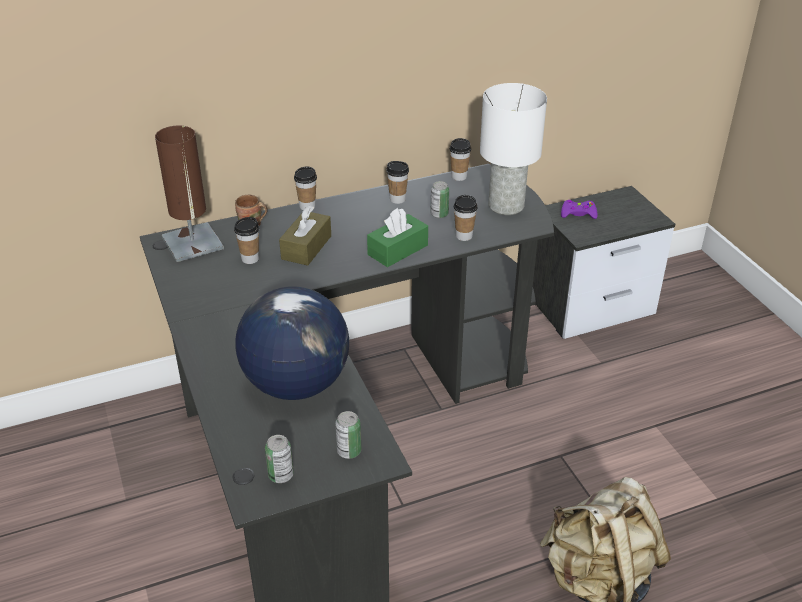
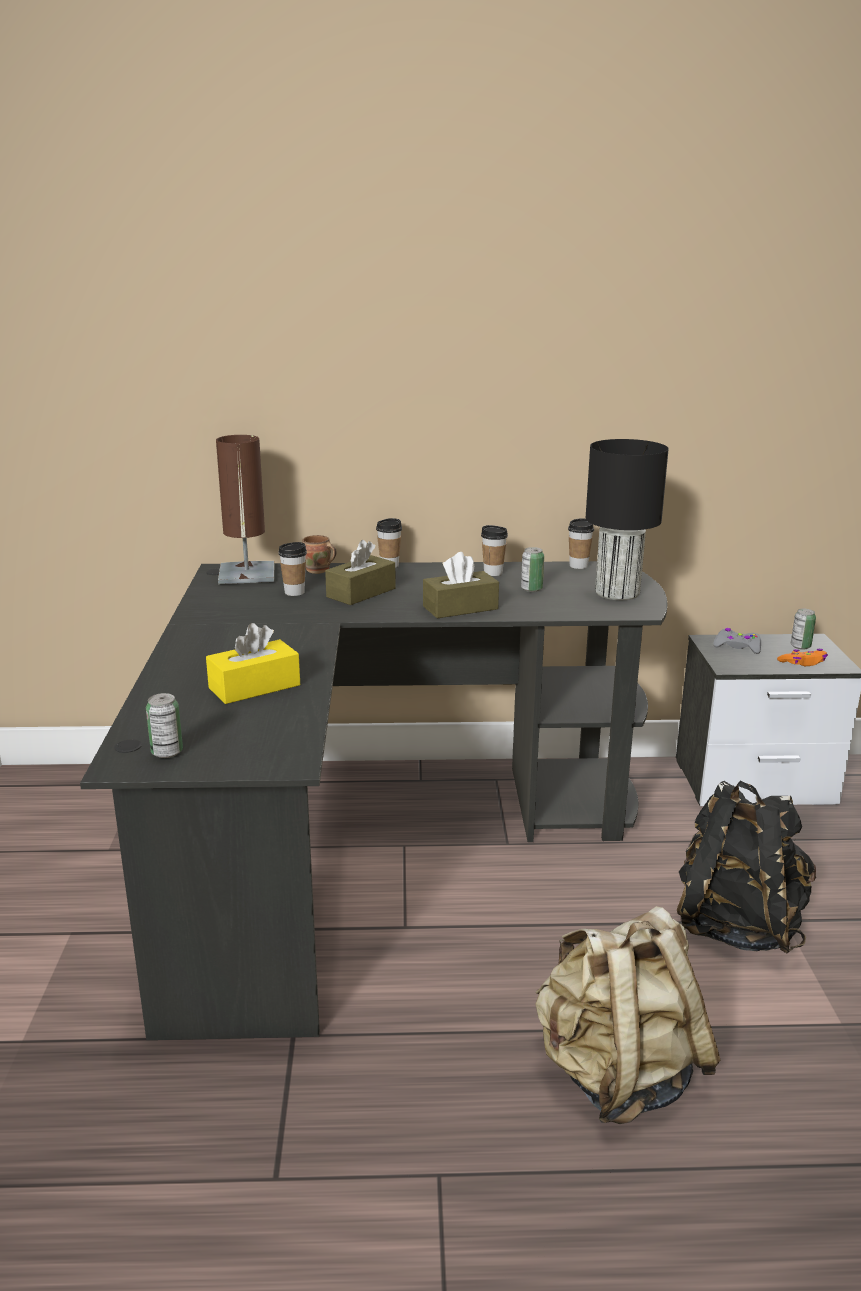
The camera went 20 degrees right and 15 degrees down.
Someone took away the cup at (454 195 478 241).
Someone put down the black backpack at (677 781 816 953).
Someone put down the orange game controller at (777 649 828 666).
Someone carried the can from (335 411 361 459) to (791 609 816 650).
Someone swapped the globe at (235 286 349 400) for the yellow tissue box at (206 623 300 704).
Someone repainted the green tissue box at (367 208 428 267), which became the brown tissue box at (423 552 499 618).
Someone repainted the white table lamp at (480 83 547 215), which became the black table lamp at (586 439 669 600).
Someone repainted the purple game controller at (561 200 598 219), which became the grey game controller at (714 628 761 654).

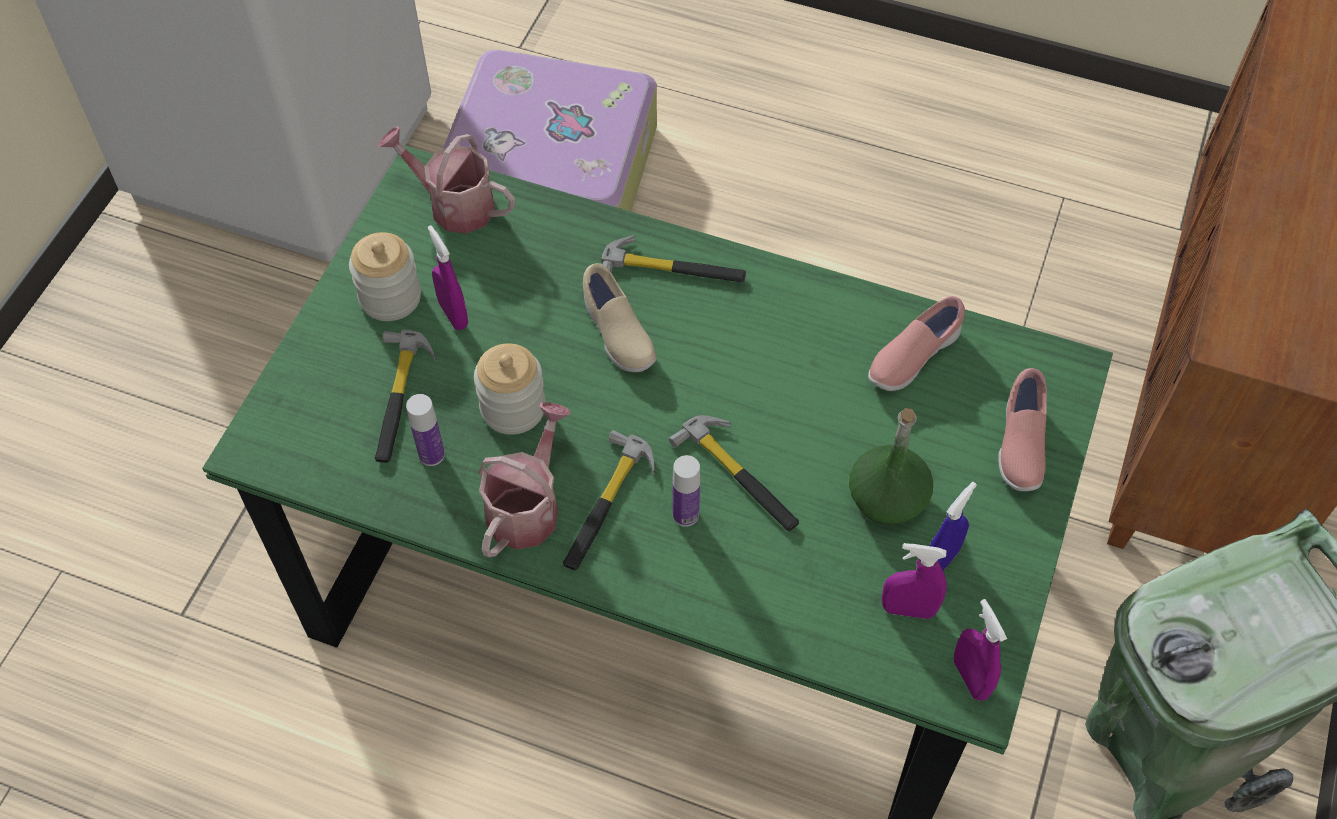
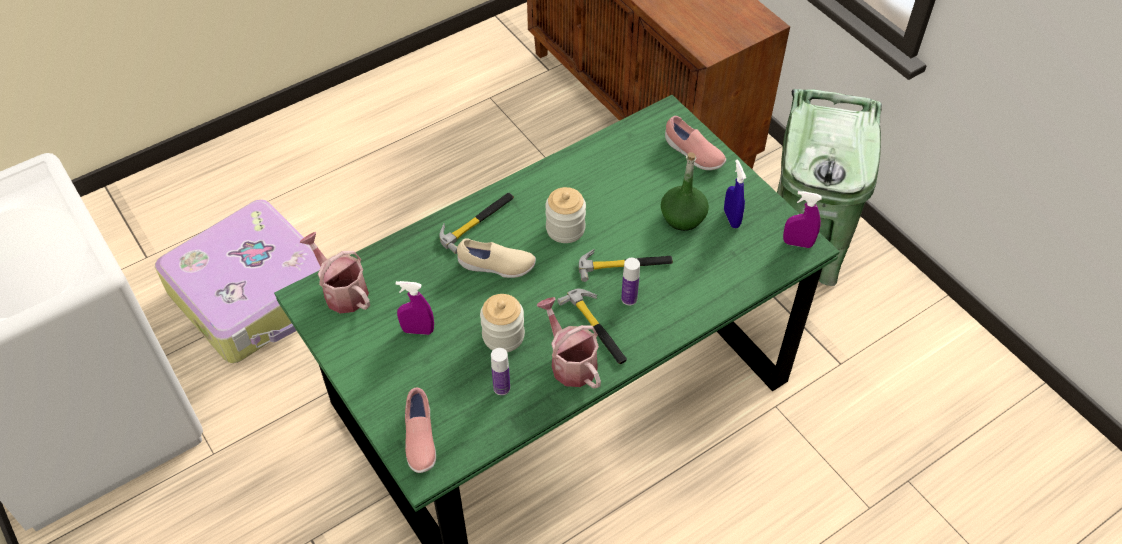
The camera went 55 degrees left and 5 degrees down.
Someone took away the hammer at (374 329 436 463).
Someone took away the purple spray bottle at (882 543 947 619).
Someone carried the jar from (349 232 421 321) to (545 187 586 243).
Someone carried the pink shoe from (868 296 965 391) to (405 388 436 473).
Someone rotated the watering can at (378 127 515 233) by 75 degrees clockwise.

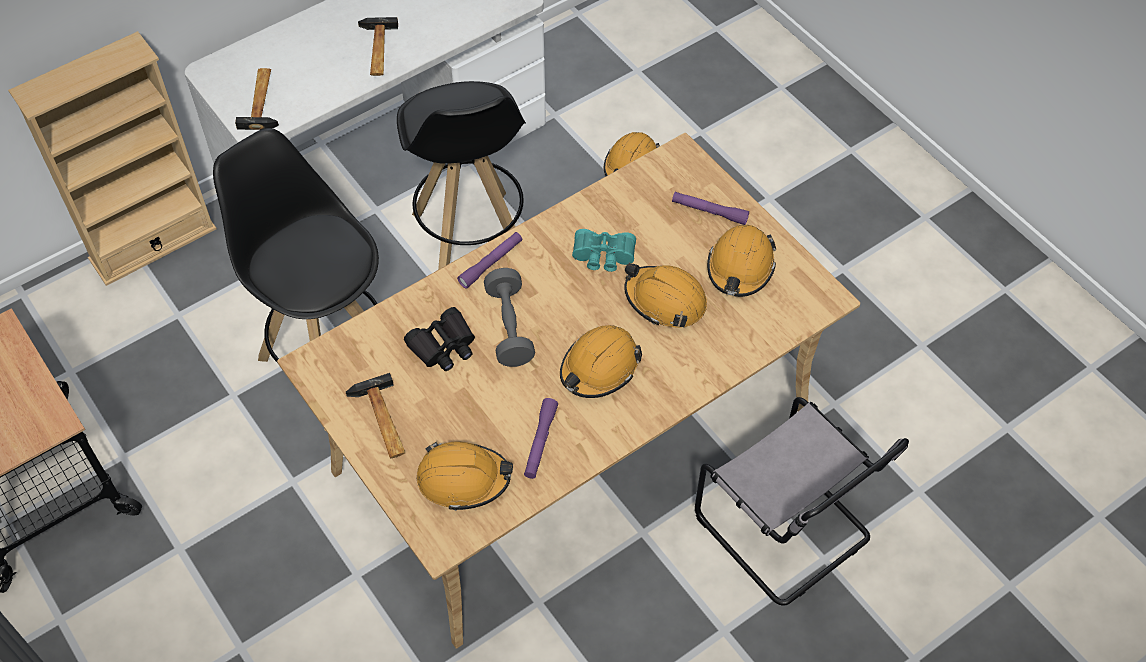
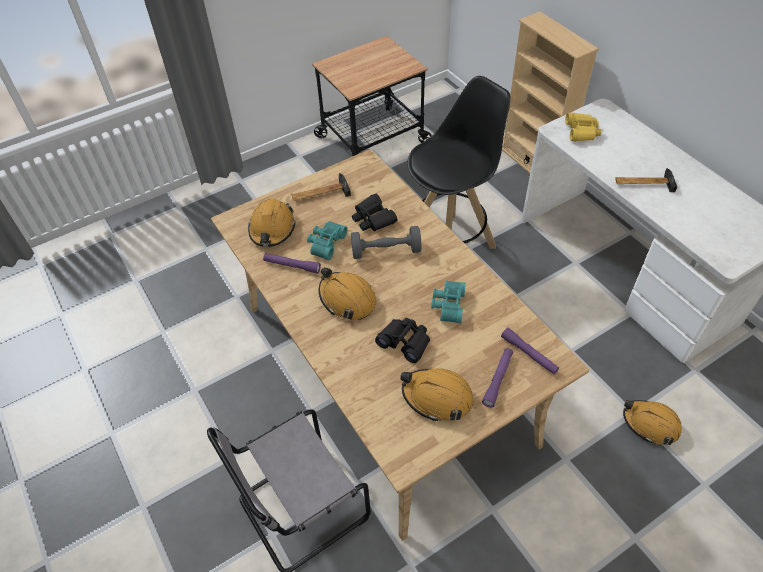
The camera went 95 degrees right and 5 degrees down.
Someone took away the black stool at (397 81 526 270).
Someone put down the turquoise binoculars at (307 221 348 260).
Someone carried the purple flashlight from (457 232 522 289) to (501 328 559 375).
Someone swapped the hammer at (235 68 279 130) for the yellow binoculars at (565 112 601 141).
Someone swapped the orange hard hat at (624 263 707 328) for the black binoculars at (375 318 430 363).

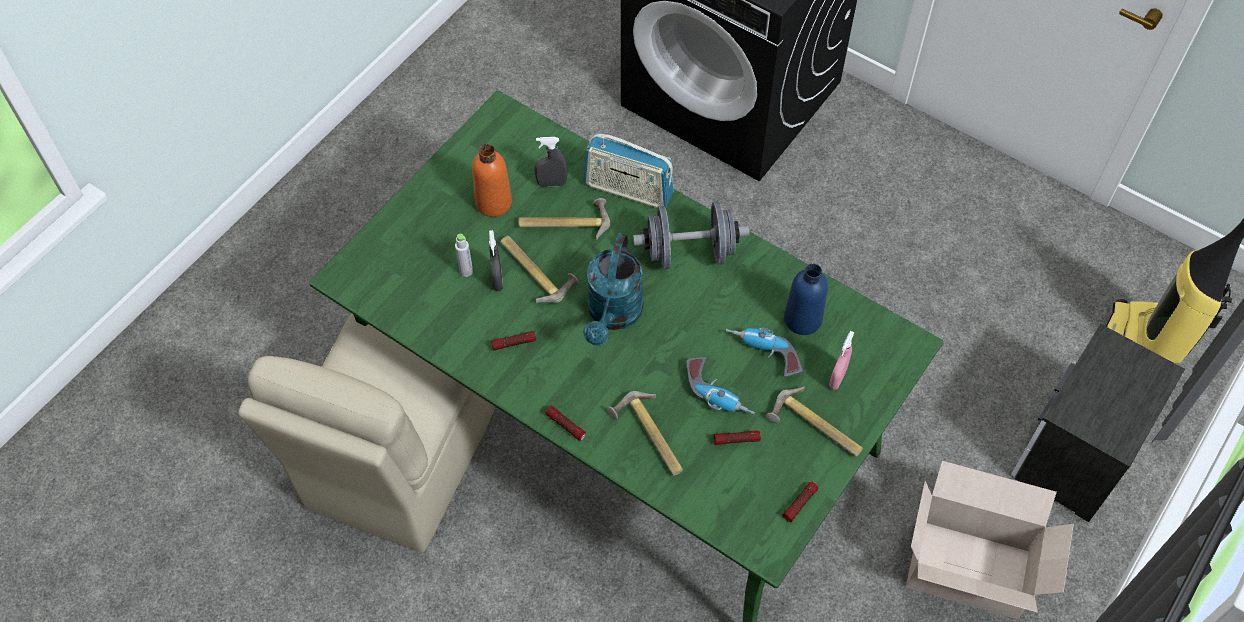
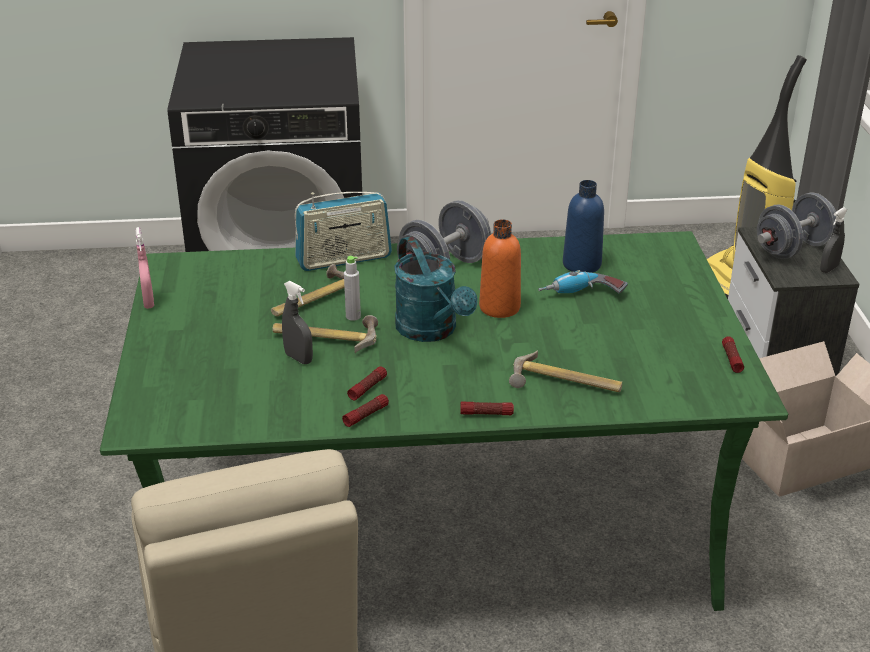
The camera went 40 degrees left and 25 degrees down.
Someone took away the power drill at (686 357 755 415).
Someone took away the hammer at (766 387 863 457).
Someone put down the grey dumbbell at (757 193 836 259).
Someone carried the grey bottle from (455 233 473 277) to (344 256 361 321).
Someone carried the orange bottle from (472 144 512 217) to (479 219 521 318).
Someone carried the grey spray bottle from (534 137 567 187) to (820 207 847 273).
Someone carried the flashlight from (714 430 761 445) to (342 394 389 427).
Someone carried the pink spray bottle from (829 331 854 390) to (136 227 154 309).

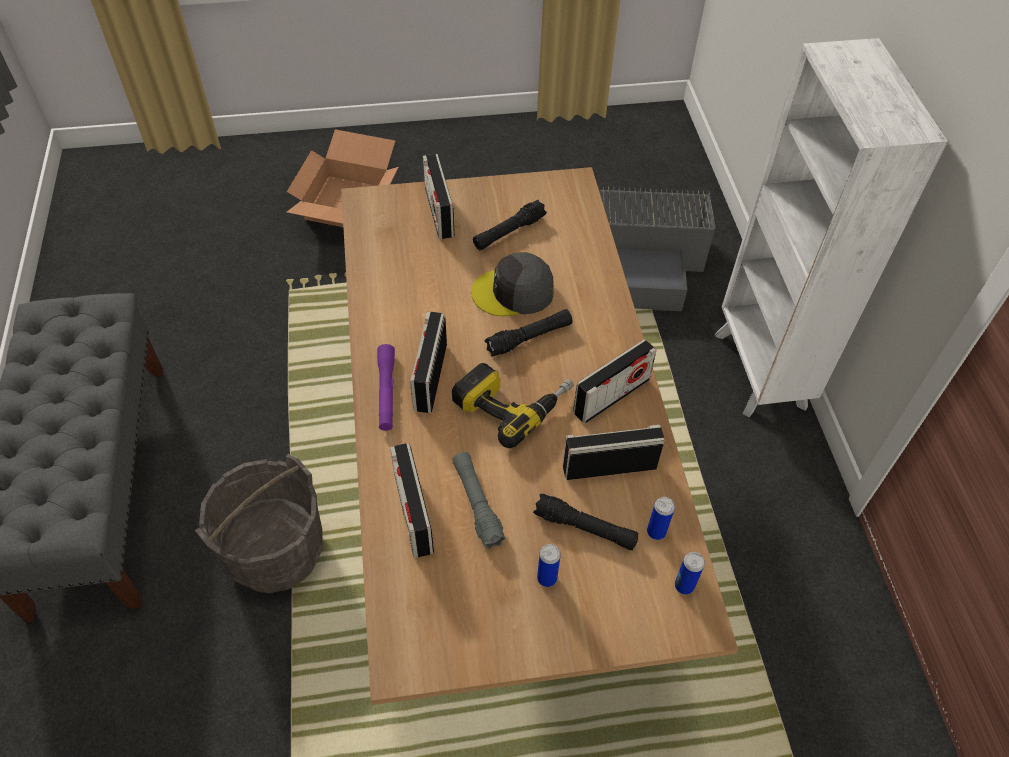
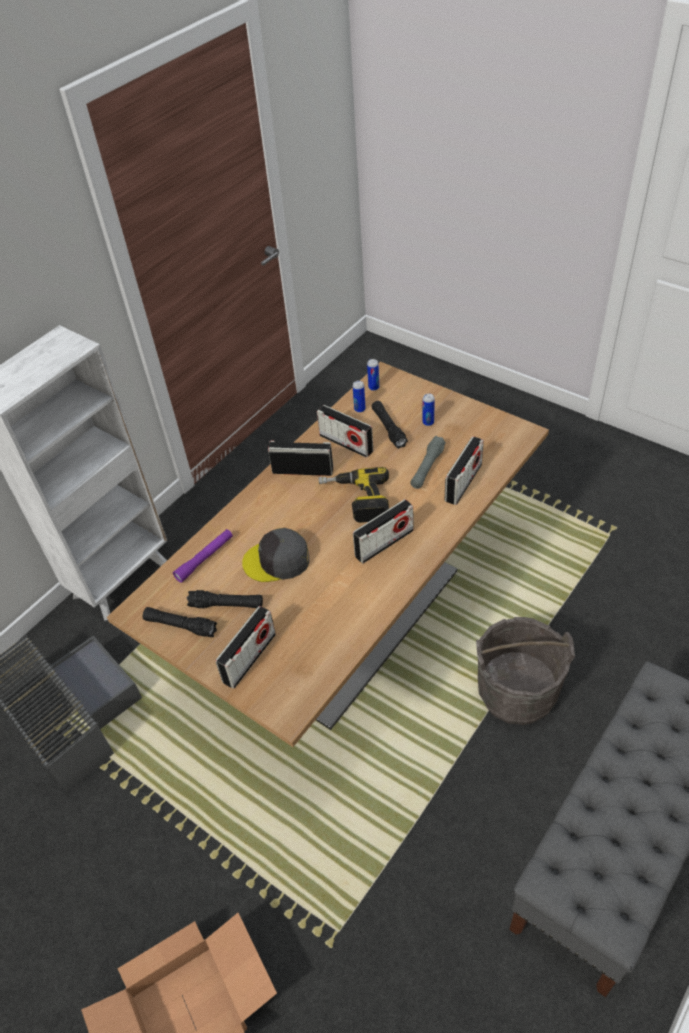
The camera went 130 degrees left and 5 degrees down.
Someone carried the purple flashlight from (377 344 395 431) to (173 529 233 583).
Someone carried the black flashlight from (485 309 573 357) to (143 607 217 637).
Someone rotated the grey cap at (471 252 554 316) by 135 degrees clockwise.

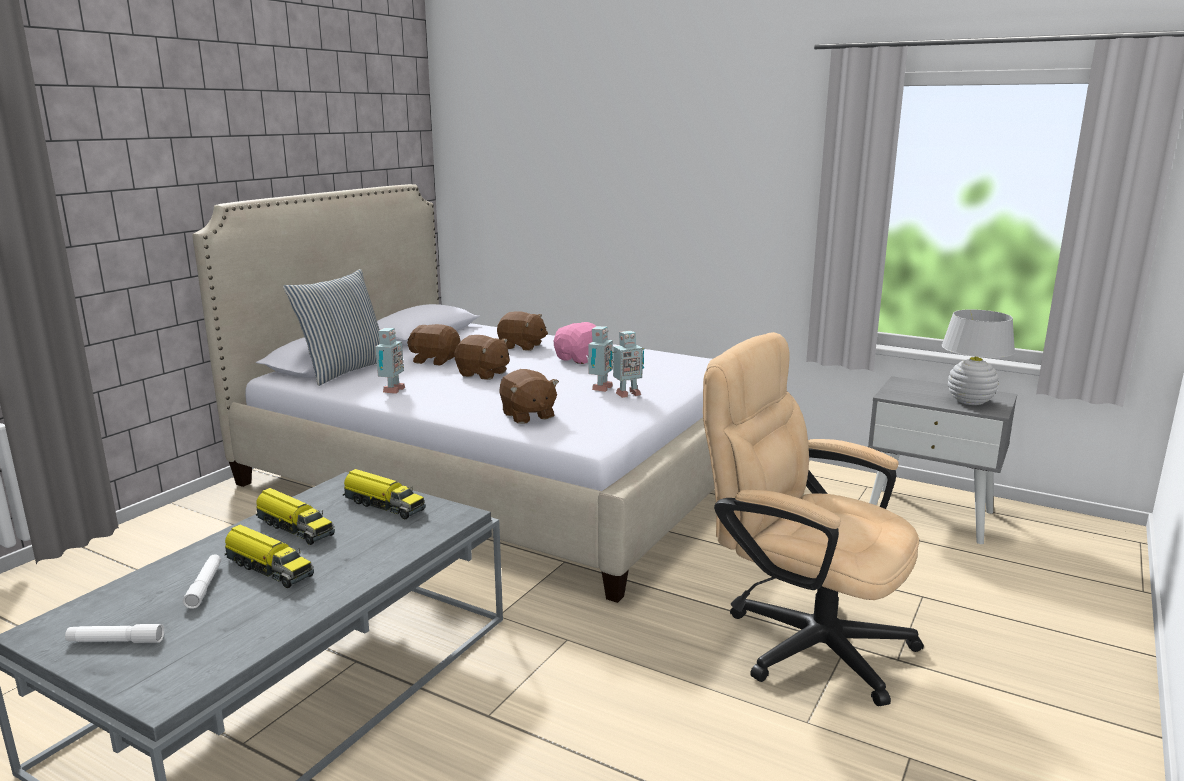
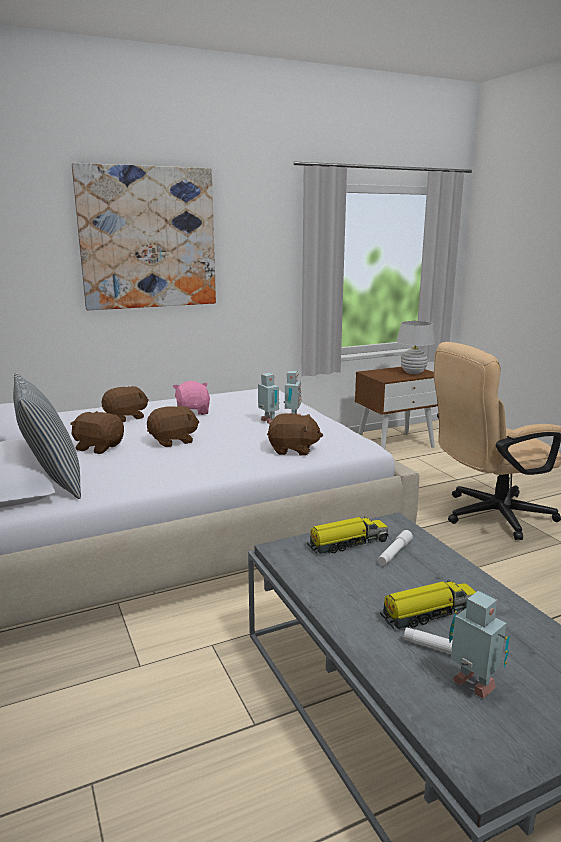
The camera went 55 degrees left and 0 degrees up.
Someone took away the toy truck at (256 488 335 545).
Someone put up the picture at (72 163 216 310).
Someone carried the white flashlight from (65 624 164 643) to (378 530 413 566).
Someone carried the toy robot from (375 328 405 394) to (449 591 510 699).
Someone repainted the grey nightstand at (868 376 1017 544), which became the brown nightstand at (355 367 438 449).
Someone rotated the brown plush toy at (407 324 460 365) by 60 degrees clockwise.

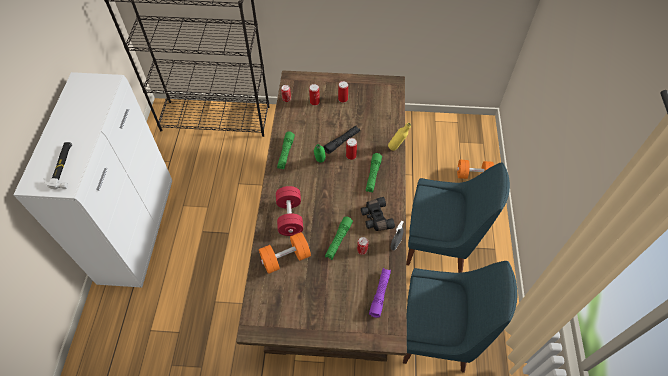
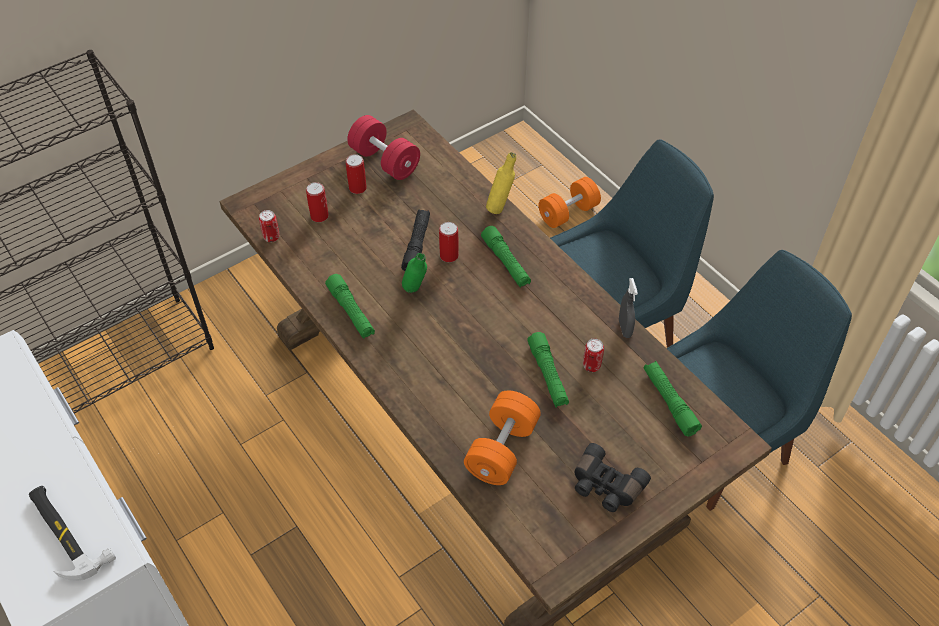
The camera went 40 degrees left and 5 degrees down.
Someone carried the red dumbbell from (276 186 303 236) to (347 115 420 180).
Someone carried the black binoculars from (361 197 395 231) to (574 443 651 512).
Someone repainted the purple flashlight at (369 268 391 318), which became the green flashlight at (644 361 702 437).

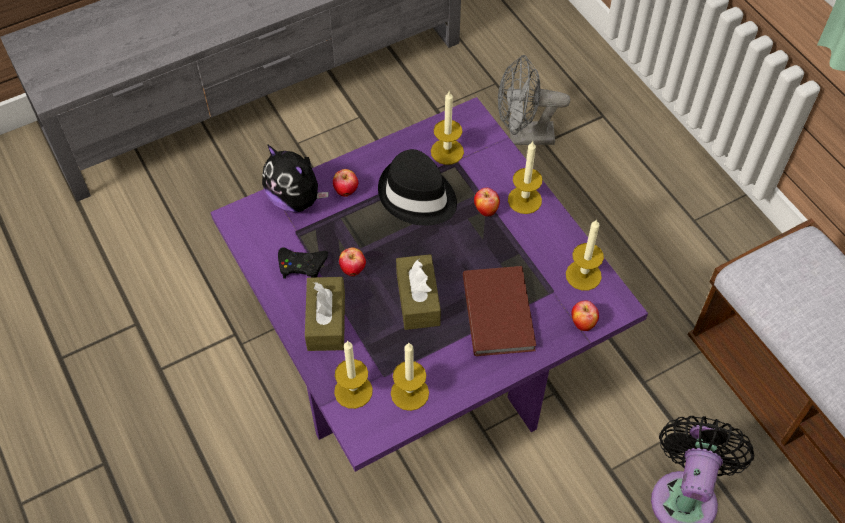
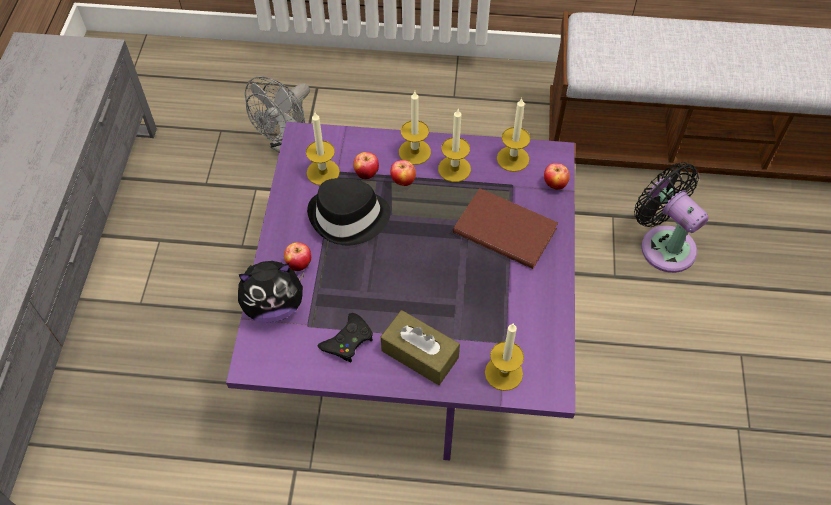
The camera went 55 degrees left and 0 degrees up.
Someone took away the brown tissue box at (396 254 441 330).
Someone carried the apple from (339 247 366 276) to (353 152 379 179).
Someone carried the candle from (391 343 429 411) to (438 109 471 182).

